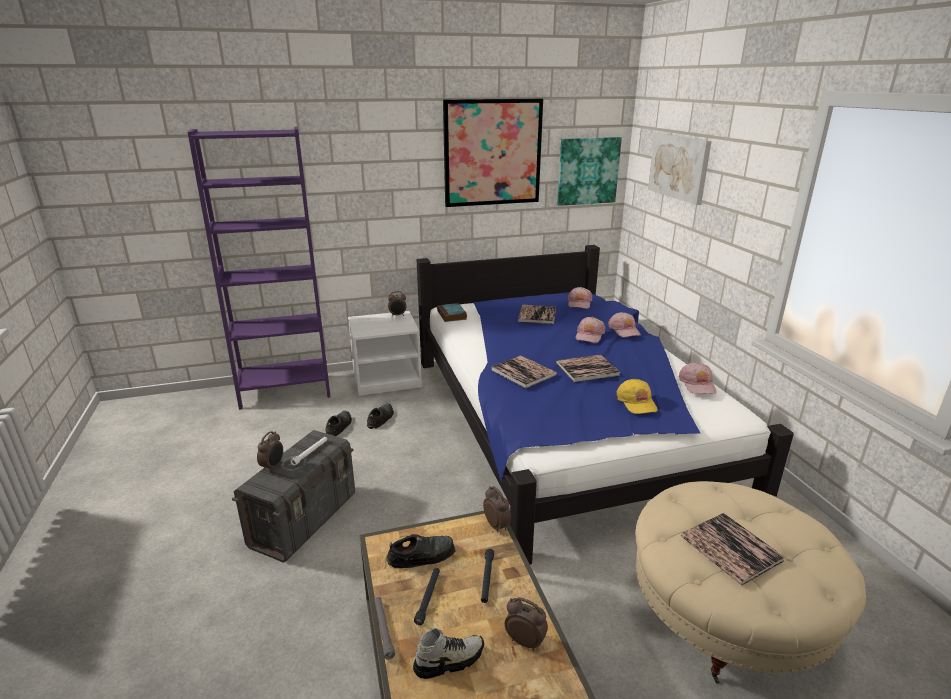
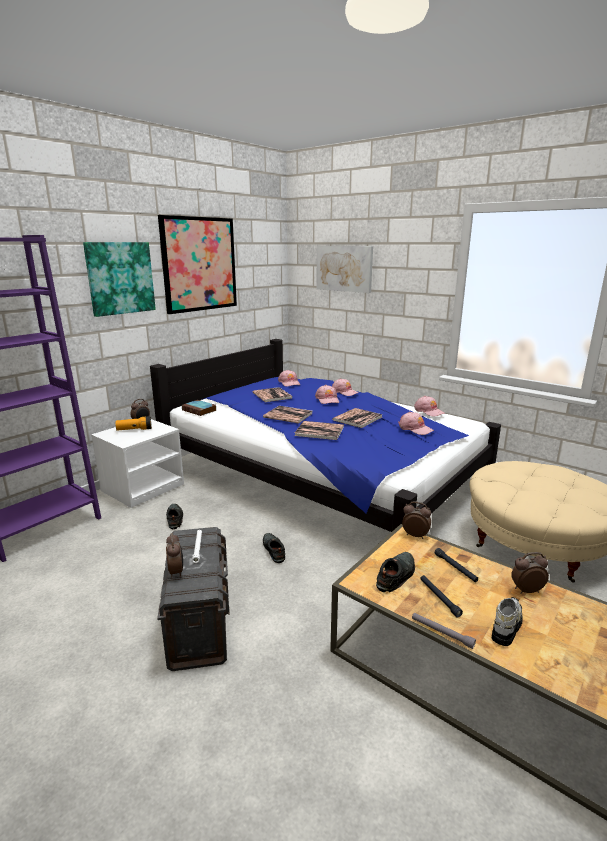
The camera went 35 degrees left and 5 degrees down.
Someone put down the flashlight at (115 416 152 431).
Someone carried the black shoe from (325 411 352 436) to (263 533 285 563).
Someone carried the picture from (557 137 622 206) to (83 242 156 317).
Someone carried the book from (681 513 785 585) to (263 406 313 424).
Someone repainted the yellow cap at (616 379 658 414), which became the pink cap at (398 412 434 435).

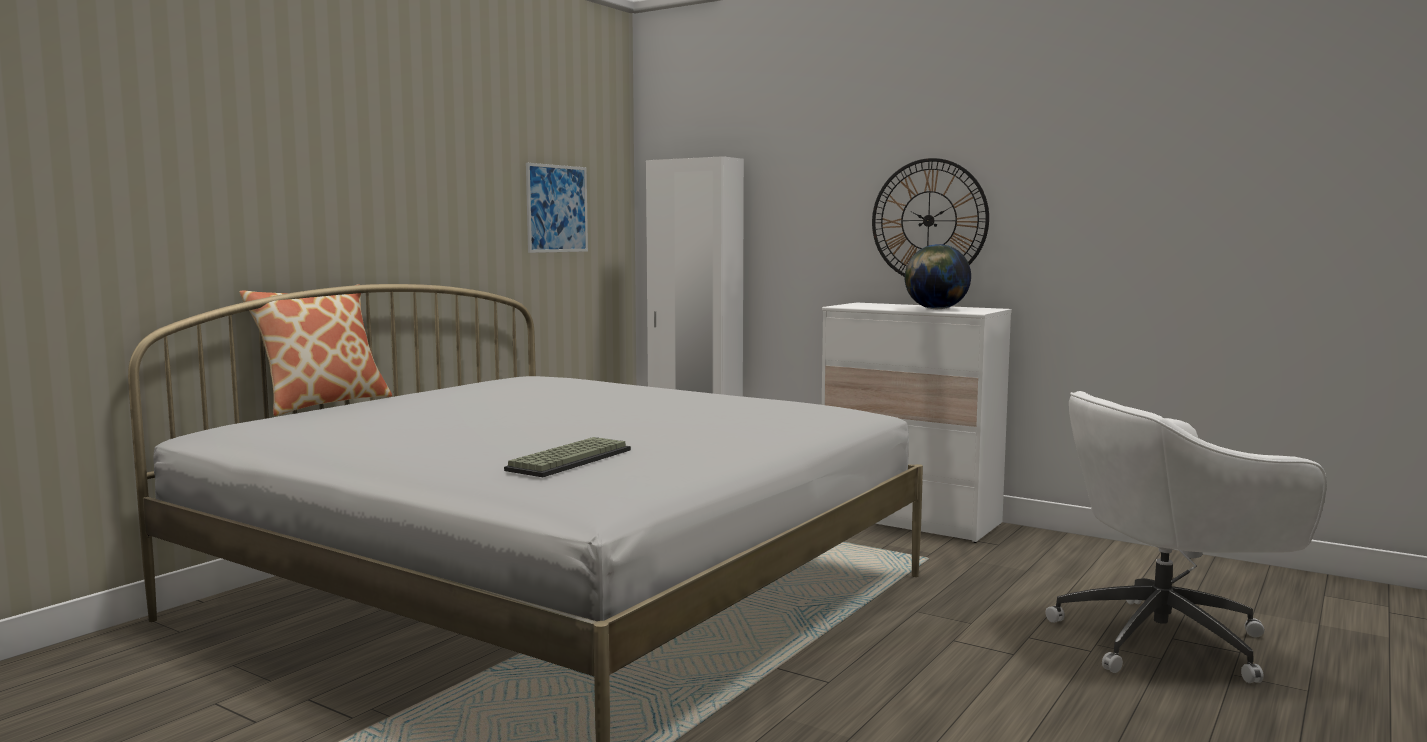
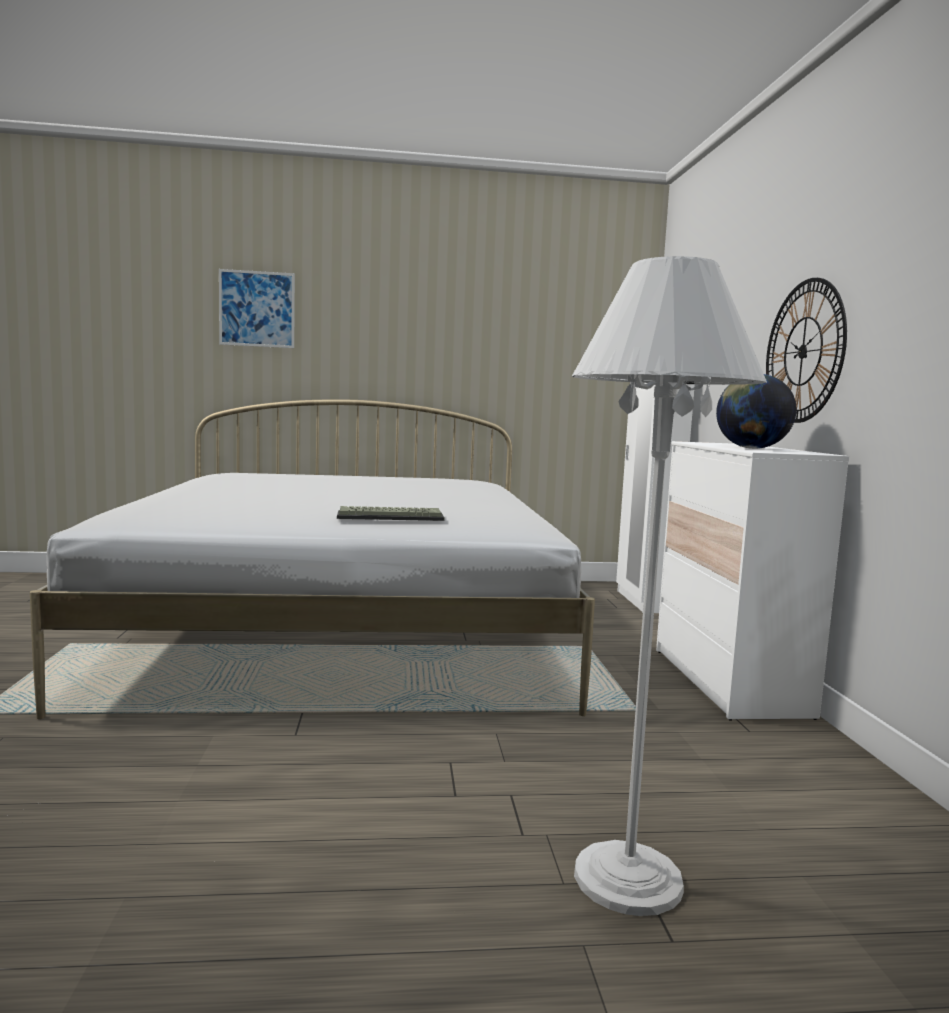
The camera went 50 degrees right and 0 degrees up.
Someone took away the pillow at (239 284 392 416).
Someone carried the keyboard from (504 437 631 477) to (337 506 445 521).
Someone carried the picture from (526 163 588 253) to (219 269 295 348).
Someone swapped the white office chair at (1046 391 1327 683) for the white floor lamp at (571 256 767 916).

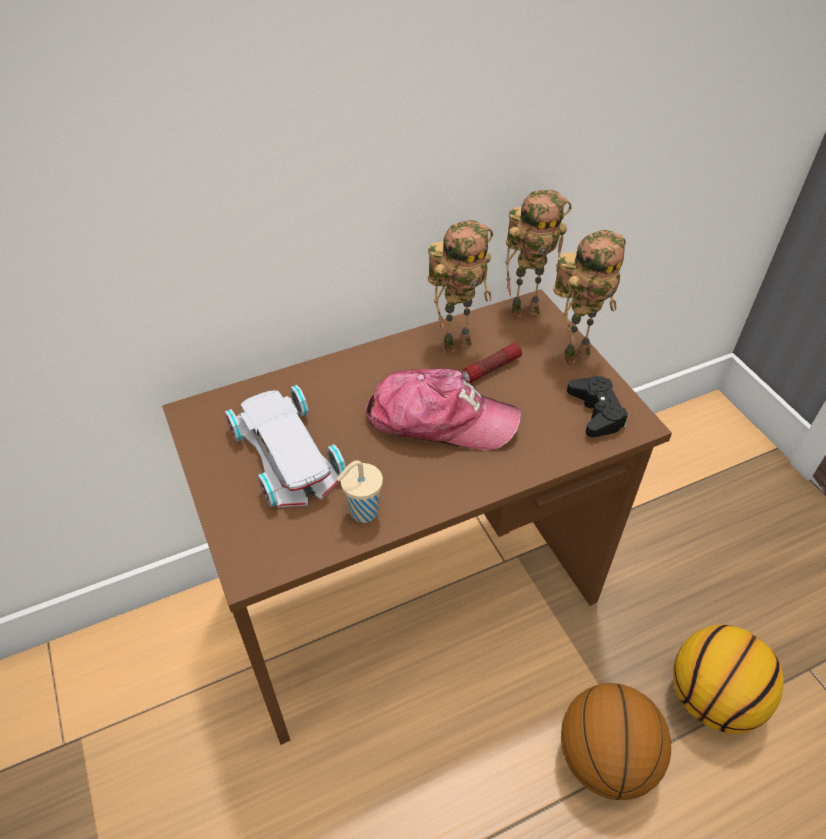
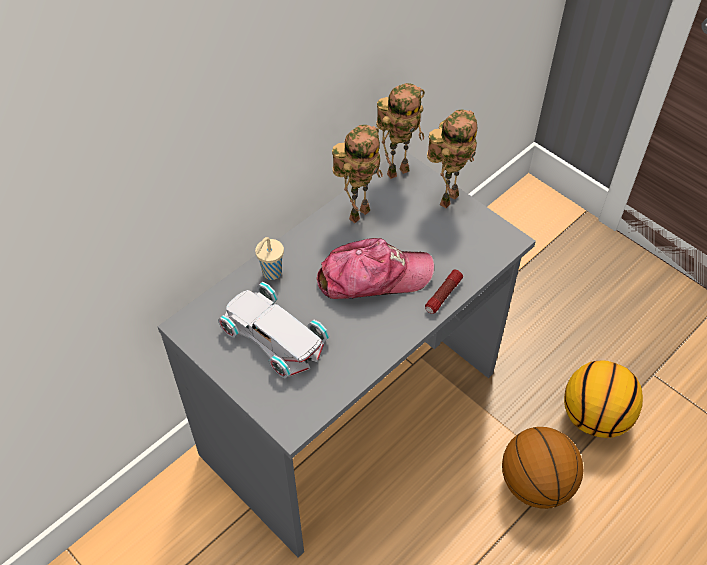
The camera went 20 degrees left and 5 degrees up.
Someone took away the black game controller at (567 376 628 437).
Someone carried the beige cup from (337 460 383 523) to (255 237 284 280).
Someone carried the flashlight from (463 343 522 383) to (425 270 463 314).
Someone repainted the brown desk at (162 289 672 745), which became the grey desk at (158 149 536 558).

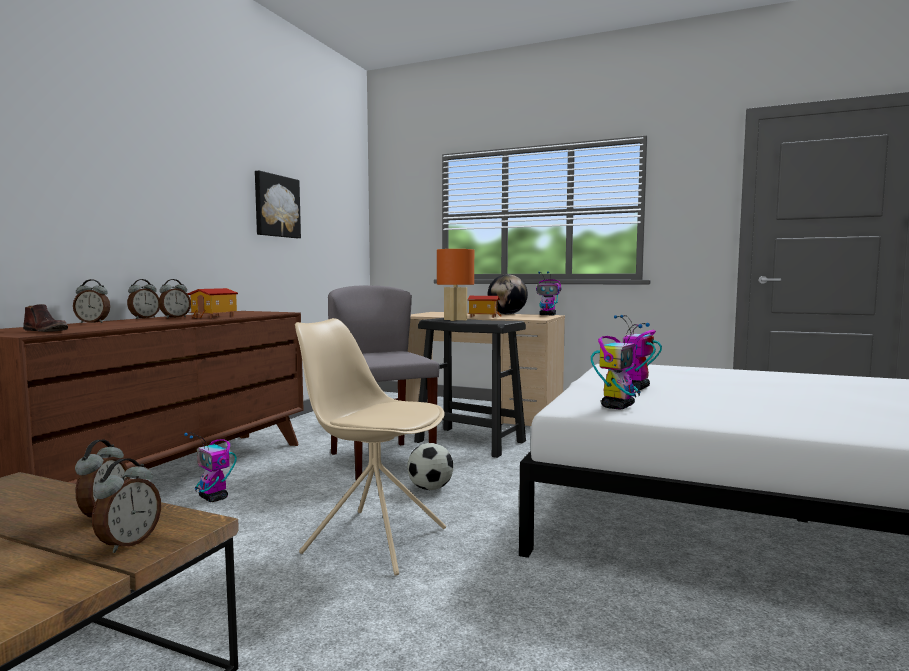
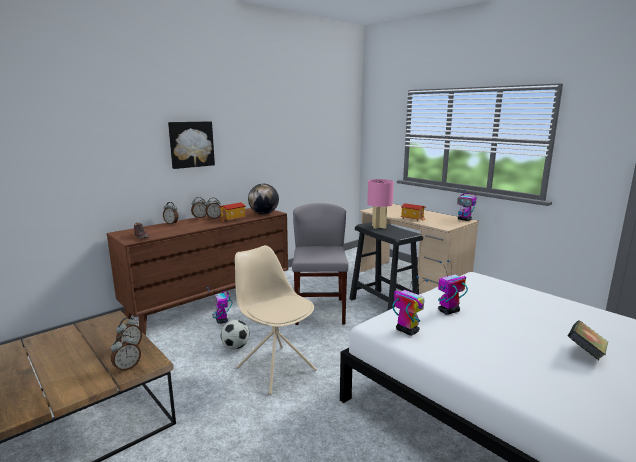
The camera went 25 degrees right and 10 degrees up.
Someone put down the book at (568 320 608 361).
Someone carried the picture from (255 171 301 238) to (168 121 215 169).
Someone carried the football from (407 443 454 490) to (221 320 249 349).
Someone carried the globe from (487 274 528 314) to (248 184 279 214).
Someone repainted the orange table lamp at (437 249 474 321), which became the pink table lamp at (367 179 394 229).
Someone rotated the toy robot at (591 323 650 409) by 105 degrees counterclockwise.

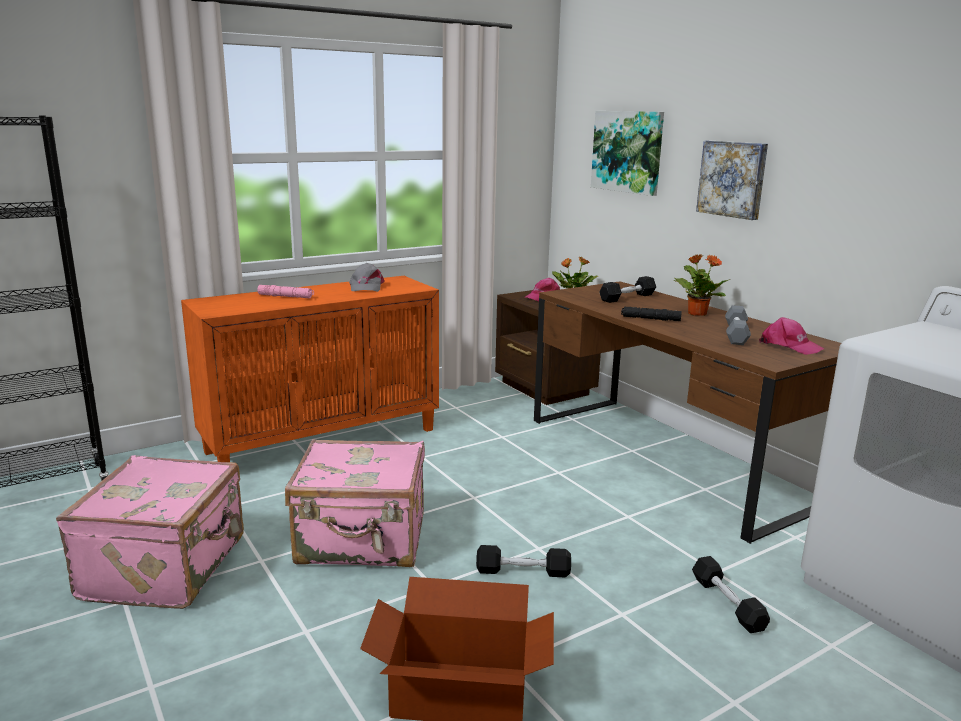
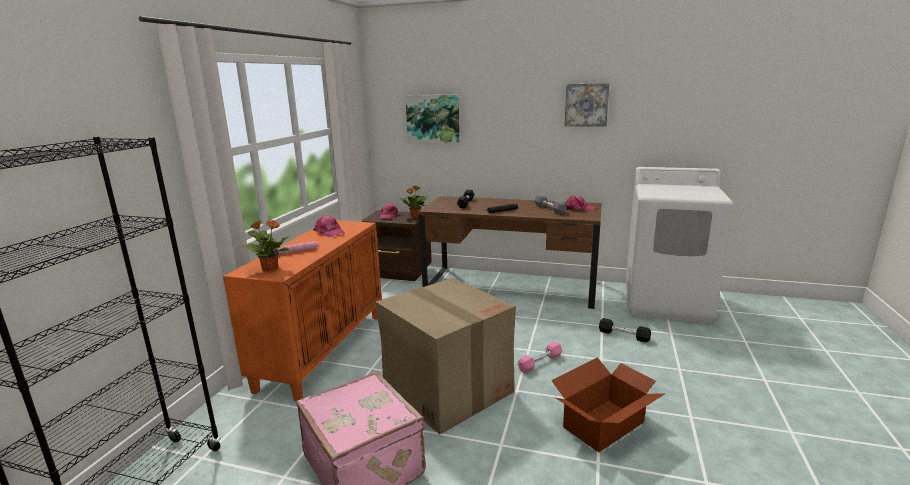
The camera went 40 degrees left and 0 degrees up.
Someone carried the potted plant from (674 254 731 316) to (243 220 290 271).
Someone carried the picture from (696 140 768 220) to (565 83 609 127).
Someone swapped the pink suitcase at (285 439 425 567) for the cardboard box at (375 278 516 434).
Someone repainted the grey cap at (349 263 385 292), which became the pink cap at (313 215 345 237).
Someone repainted the black dumbbell at (476 545 571 577), which became the pink dumbbell at (518 342 562 374).

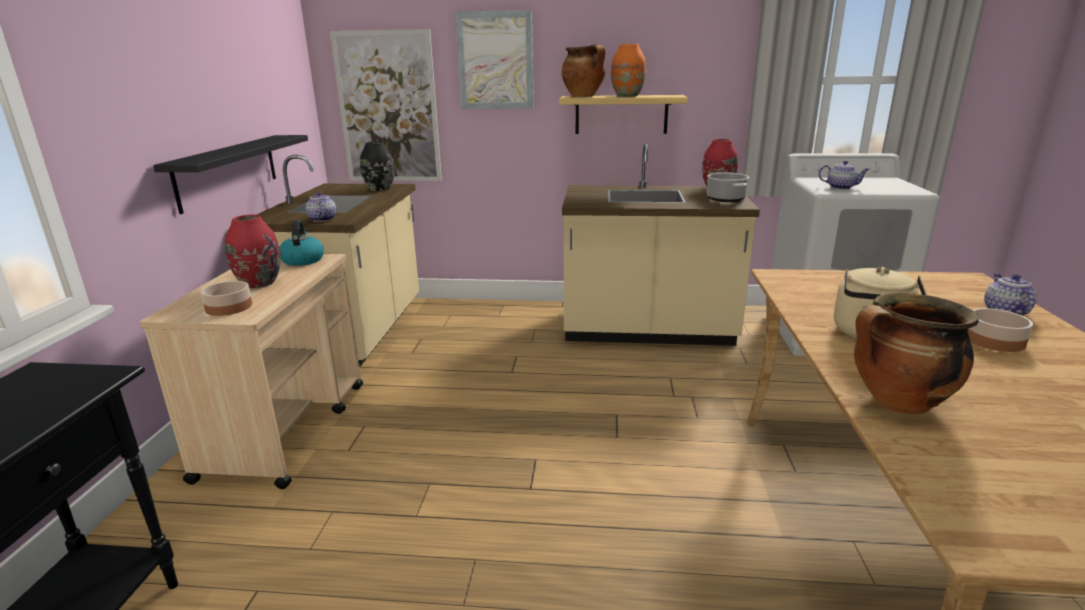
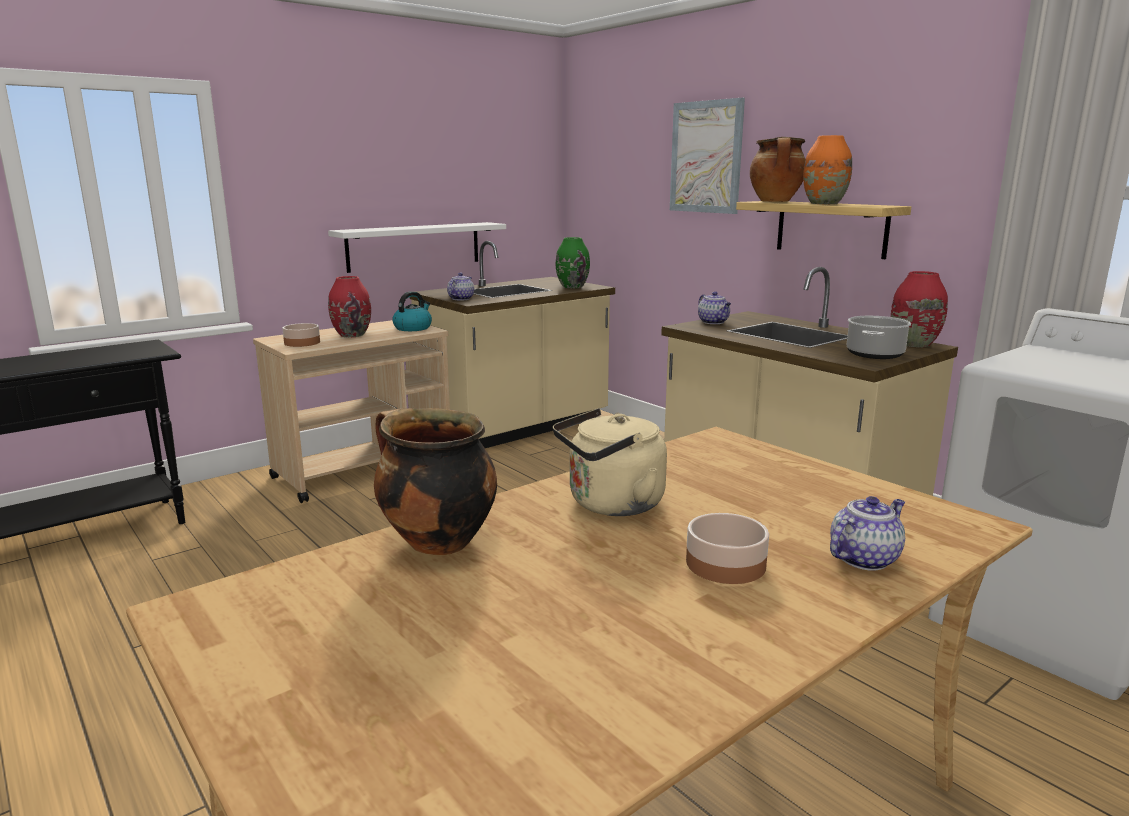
The camera went 45 degrees right and 5 degrees down.
Someone took away the picture at (330 29 442 181).
Someone carried the teapot from (819 161 869 189) to (698 291 731 324).
Someone repainted the black shelf at (153 135 308 214), which became the white shelf at (328 222 506 273).
Someone repainted the black vase at (360 141 395 191), which became the green vase at (556 237 590 288).

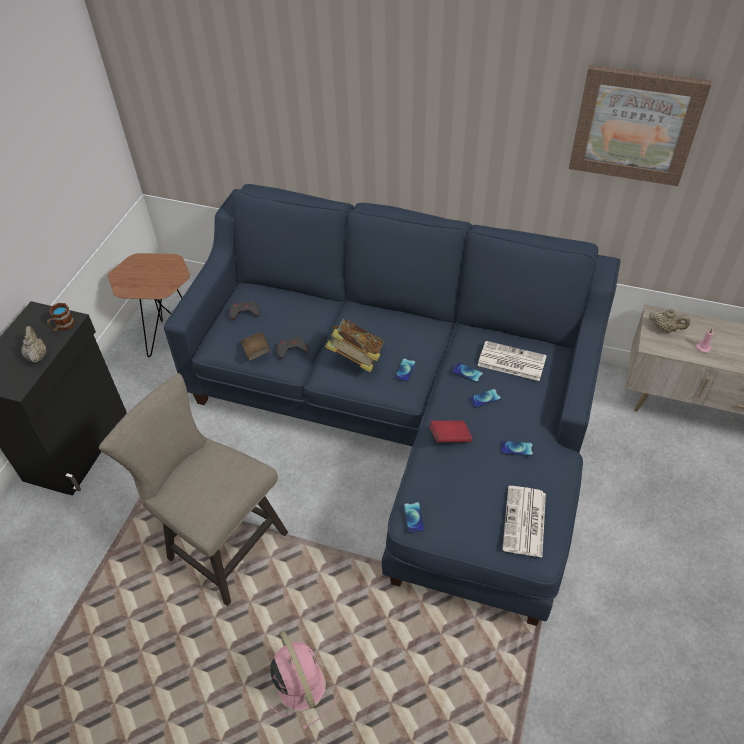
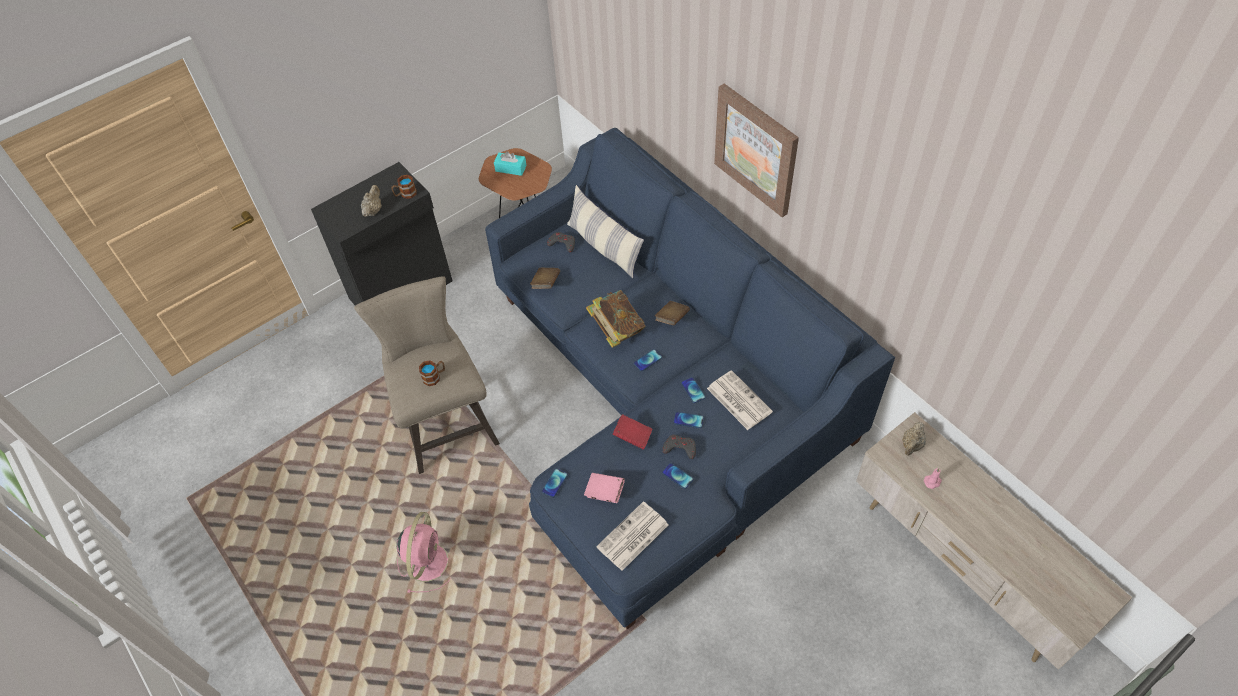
The camera went 35 degrees right and 5 degrees up.
Someone put down the mug at (419 361 445 386).
Someone put down the turquoise tissue box at (494 151 527 176).
Someone put down the pillow at (567 185 644 278).
Someone put down the pink book at (584 473 625 503).
Someone put down the brown book at (655 301 690 325).
Someone carried the grey game controller from (277 337 309 359) to (662 435 696 459).
Someone carried the picture from (569 65 712 186) to (714 83 799 217).
Someone rotated the beige teapot at (649 309 690 333) by 60 degrees clockwise.

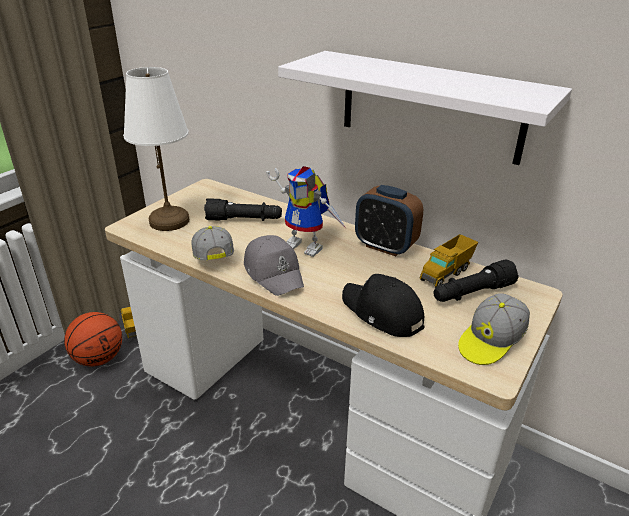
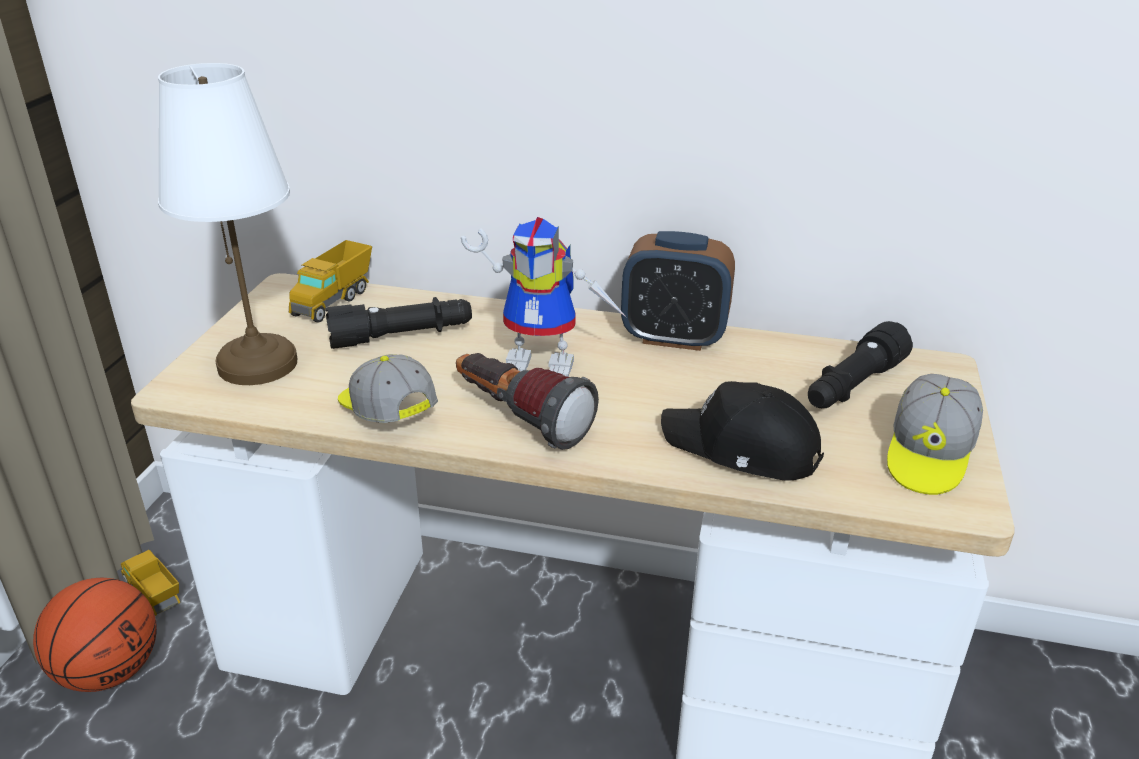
The camera went 20 degrees left and 0 degrees up.
Someone took away the white shelf at (278 51 572 165).
Someone carried the toy truck from (420 234 478 288) to (289 240 372 323).
Someone swapped the grey cap at (244 235 304 296) for the flashlight at (456 353 599 450).

